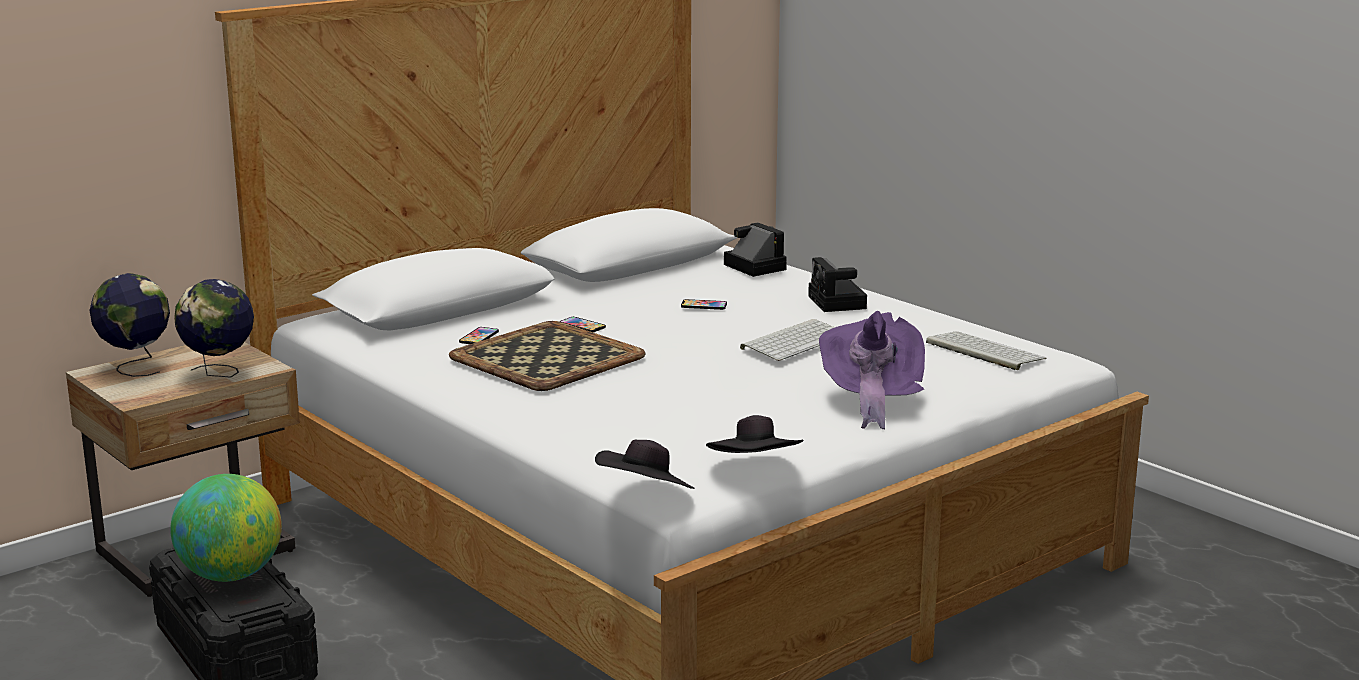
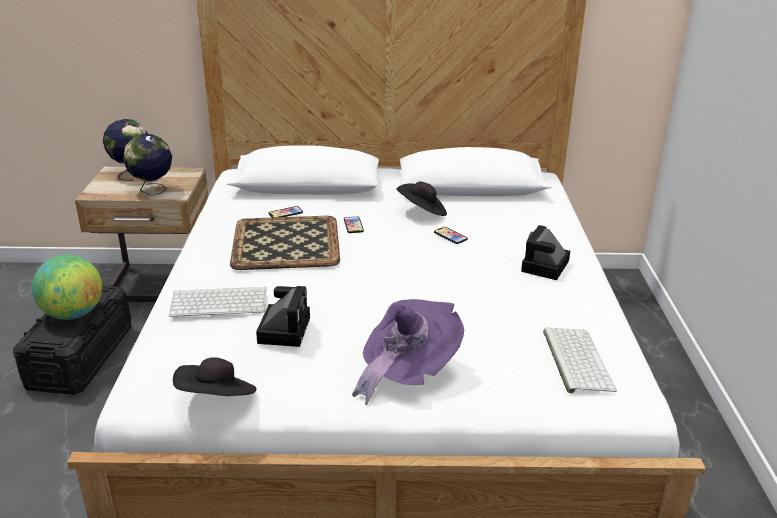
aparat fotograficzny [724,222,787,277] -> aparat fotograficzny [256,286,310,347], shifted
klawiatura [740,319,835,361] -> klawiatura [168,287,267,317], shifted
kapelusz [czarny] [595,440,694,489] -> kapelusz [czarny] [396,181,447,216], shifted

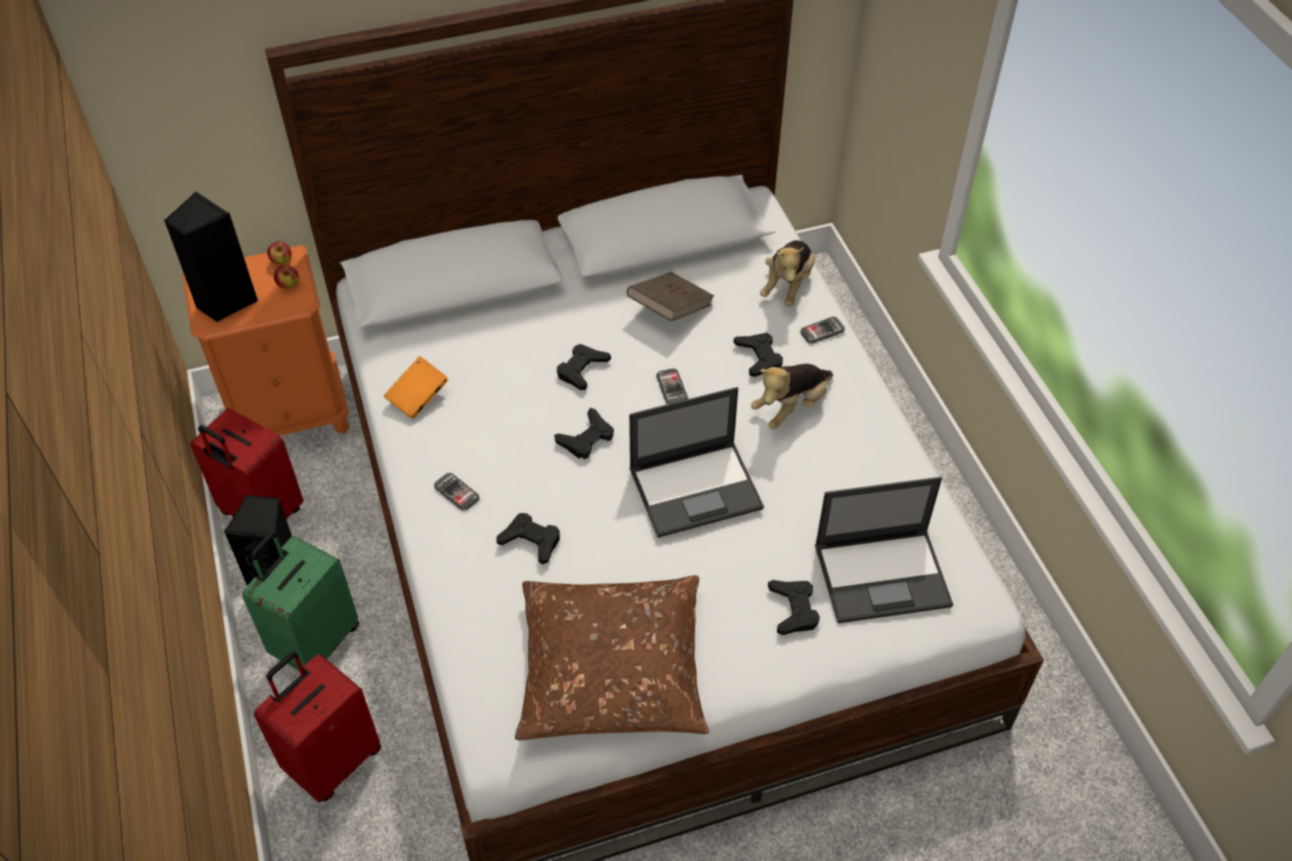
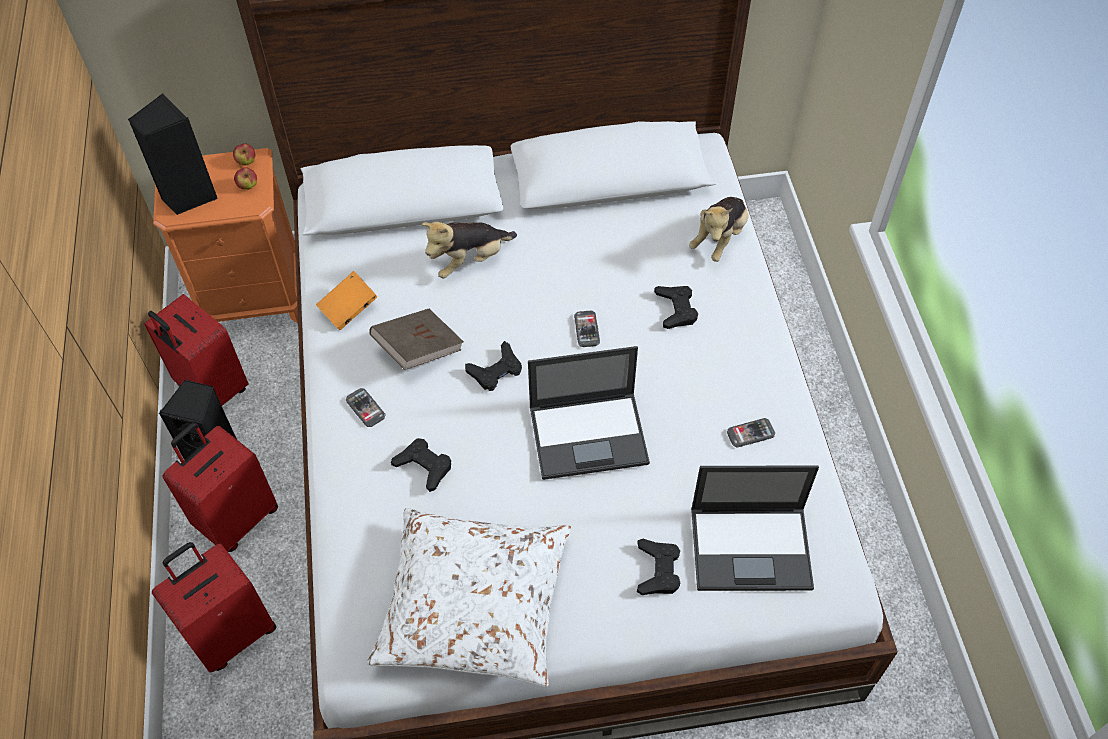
książka [brązowy] [627,272,714,321] -> książka [brązowy] [370,309,464,370], shifted
telefon [800,317,845,344] -> telefon [727,418,775,447], shifted
pad do gier [czarny] [557,344,611,390] -> none
pluszak [751,364,833,429] -> pluszak [422,222,517,278], shifted
walizka [zielony] [242,532,359,671] -> walizka [czerwony] [163,423,278,552]
poduszka [brązowy] [515,575,709,740] -> poduszka [biały] [367,508,571,687]

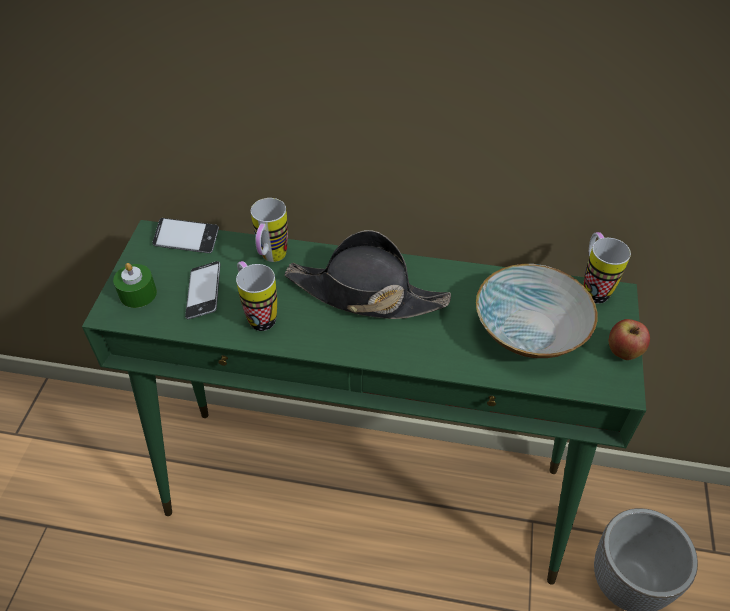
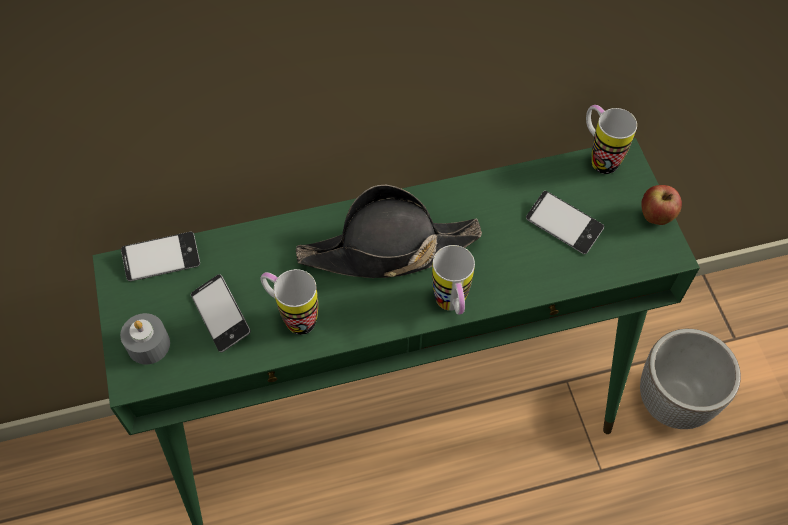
kubek [251,198,288,262] -> kubek [432,245,475,314], shifted
świeca [zielony] [113,263,157,308] -> świeca [szary] [120,313,170,364]
miska [476,264,597,358] -> telefon [526,191,604,254]

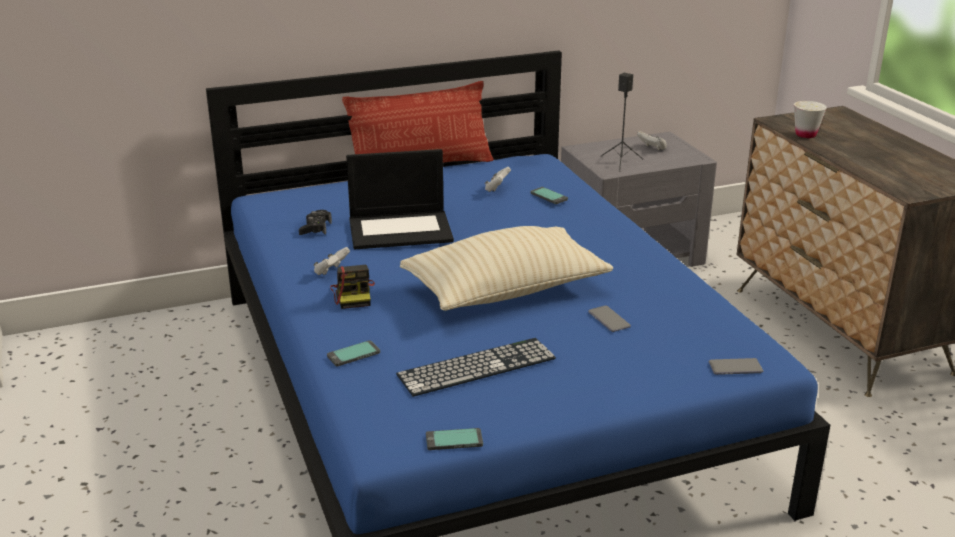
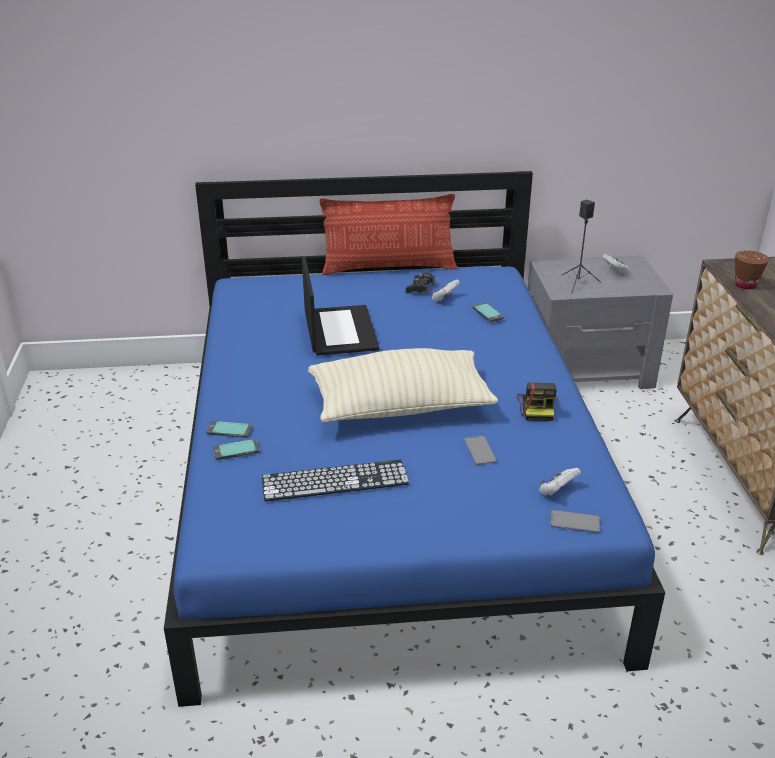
filiżanka [biały] [794,101,827,138] -> filiżanka [brązowy] [735,250,769,289]
laptop [346,149,454,249] -> laptop [302,256,379,356], 105 degrees counterclockwise
pad do gier [czarny] [299,210,332,235] -> pad do gier [czarny] [406,273,435,294], shifted
pad do gier [biały] [314,247,350,275] -> pad do gier [biały] [539,468,581,496], shifted
aparat fotograficzny [330,265,375,309] -> aparat fotograficzny [517,382,558,421], shifted
telefon [426,428,483,450] -> telefon [206,421,253,438], shifted

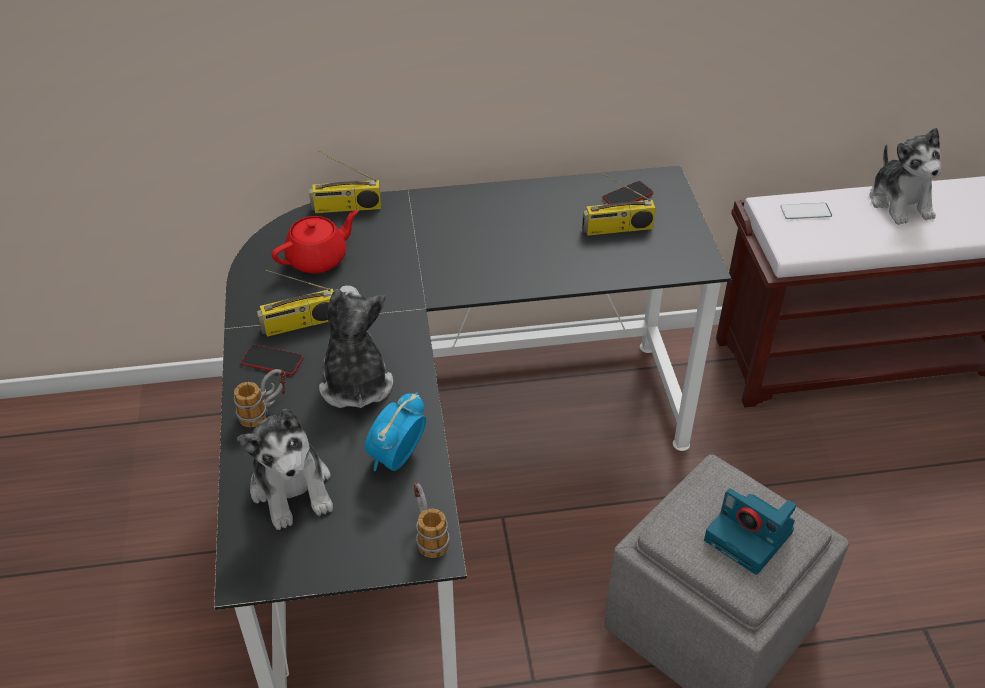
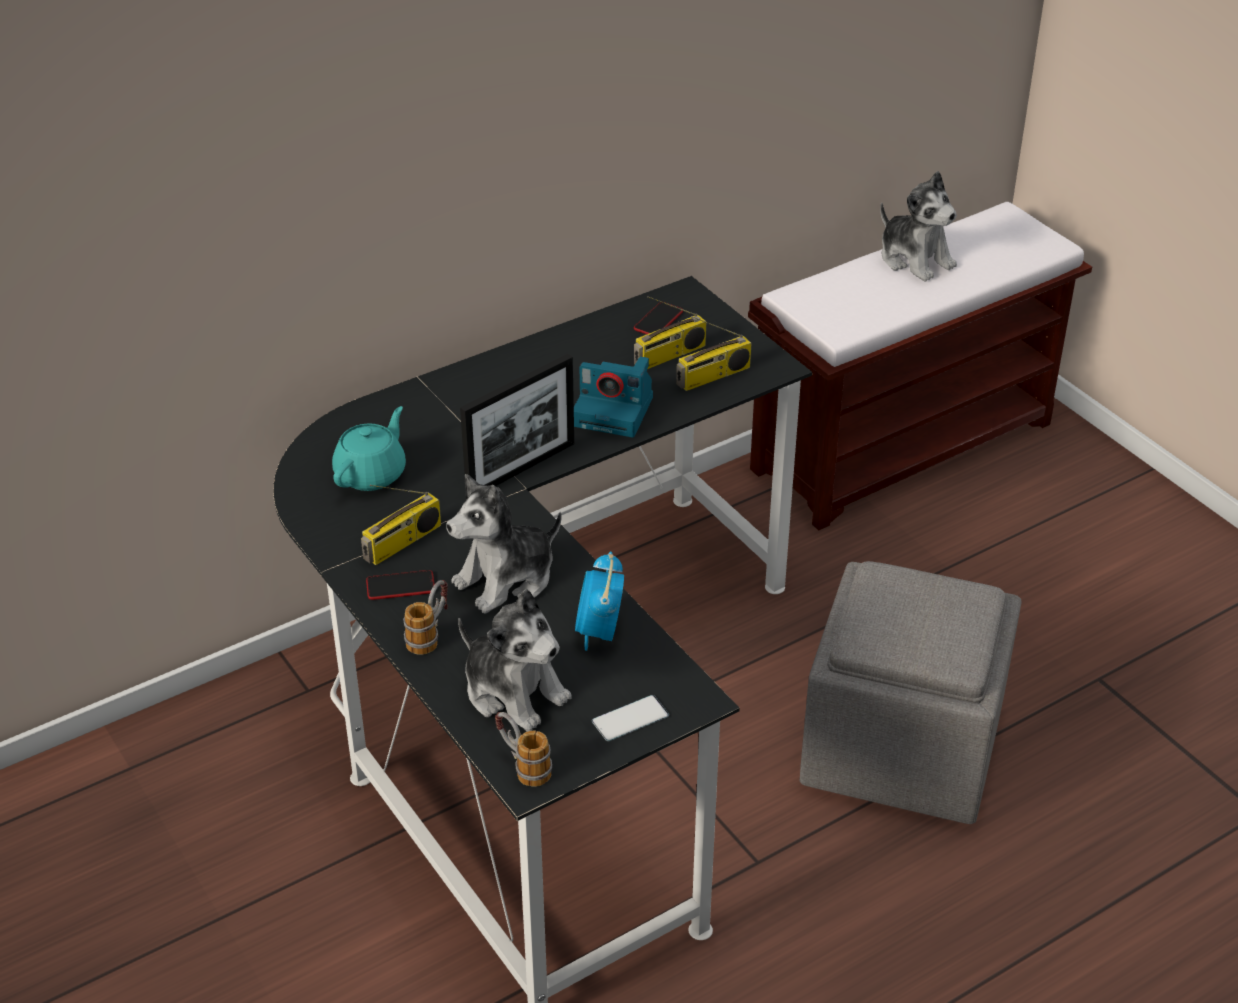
radio [309,151,381,213] -> radio [676,316,752,391], shifted
telefon [780,203,832,219] -> telefon [592,695,669,741], shifted
imbryk [czerwony] [272,210,359,273] -> imbryk [turkusowy] [332,406,406,491]
pluszak [319,285,393,408] -> pluszak [446,474,561,614], 90 degrees counterclockwise
kubek [413,482,449,558] -> kubek [495,712,552,787], shifted
aparat fotograficzny [704,489,796,575] -> aparat fotograficzny [574,357,653,437], shifted
none -> ramka na zdjęcie [460,354,574,486]

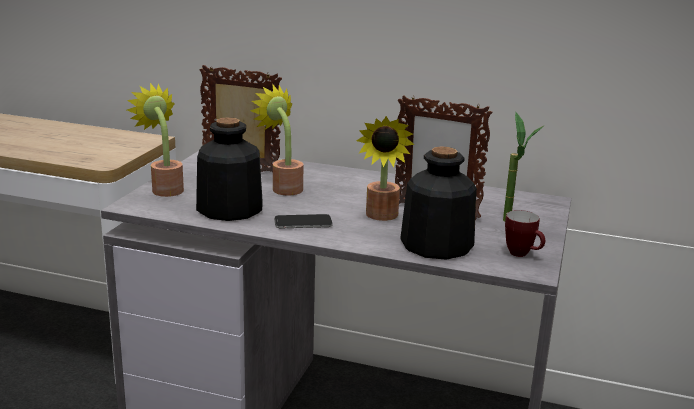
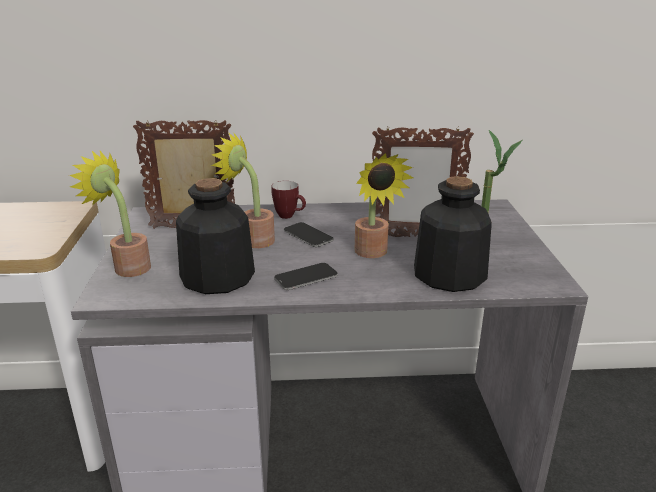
kubek [505,210,545,257] -> kubek [271,181,306,219], shifted
none -> telefon [284,222,334,247]

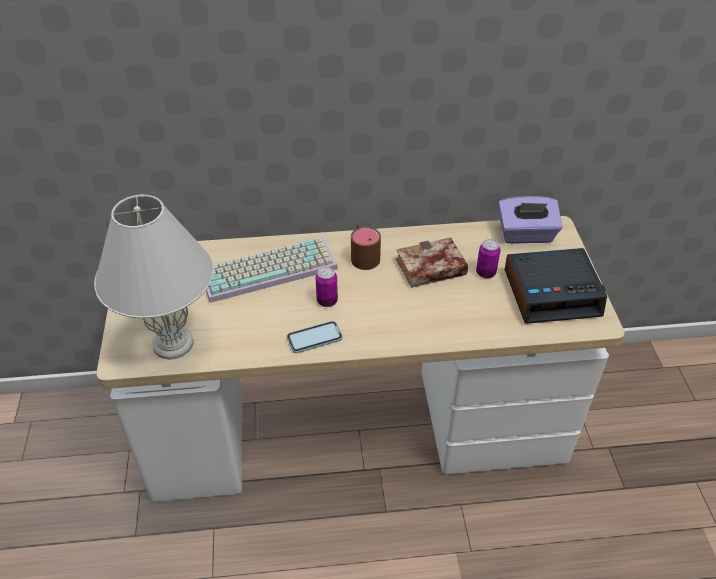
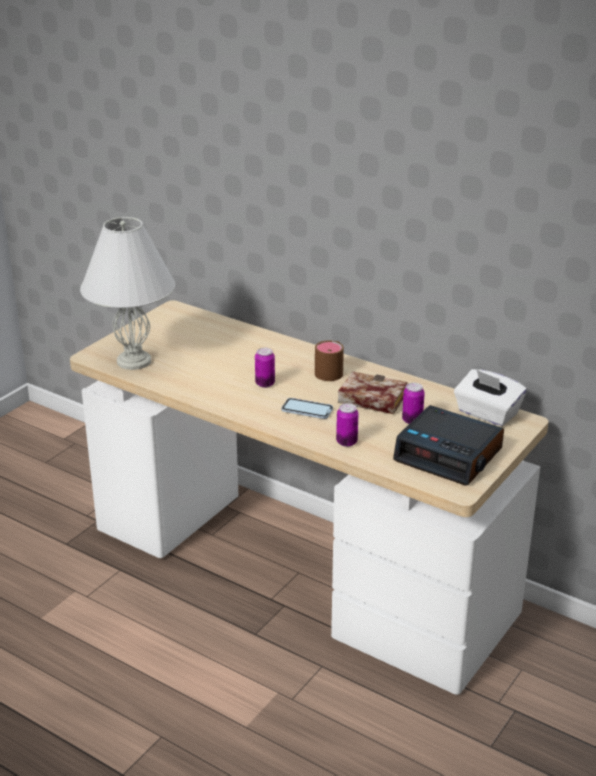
pudełko chusteczek [fioletowy] [498,196,562,244] -> pudełko chusteczek [biały] [454,369,527,426]
klawiatura [206,237,338,303] -> none
telefon [287,321,343,353] -> telefon [281,398,333,419], shifted
none -> puszka [336,403,358,447]

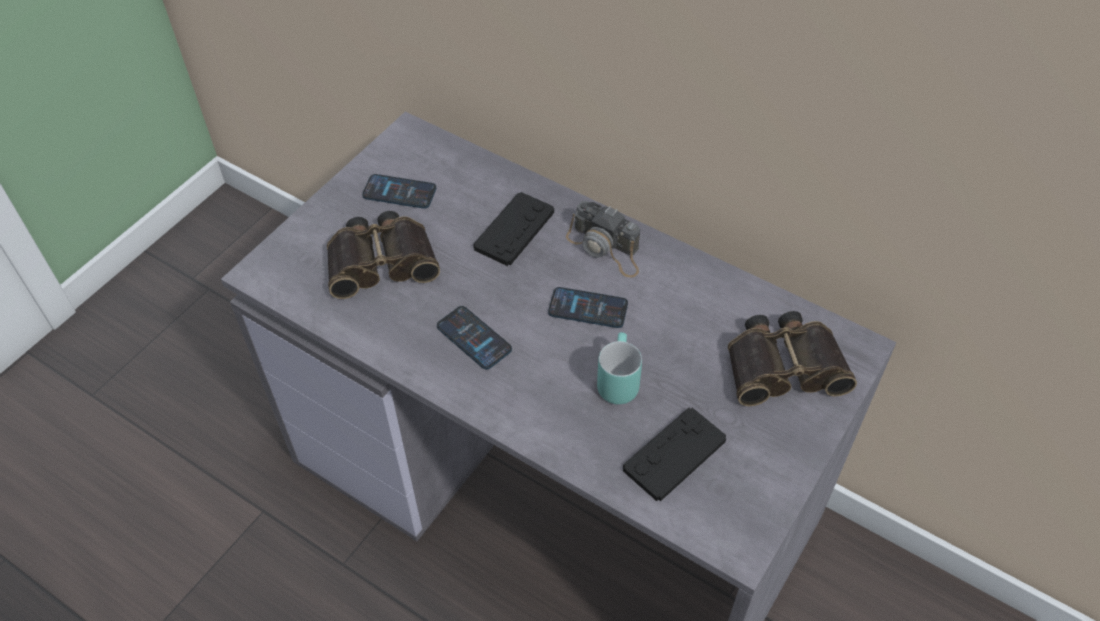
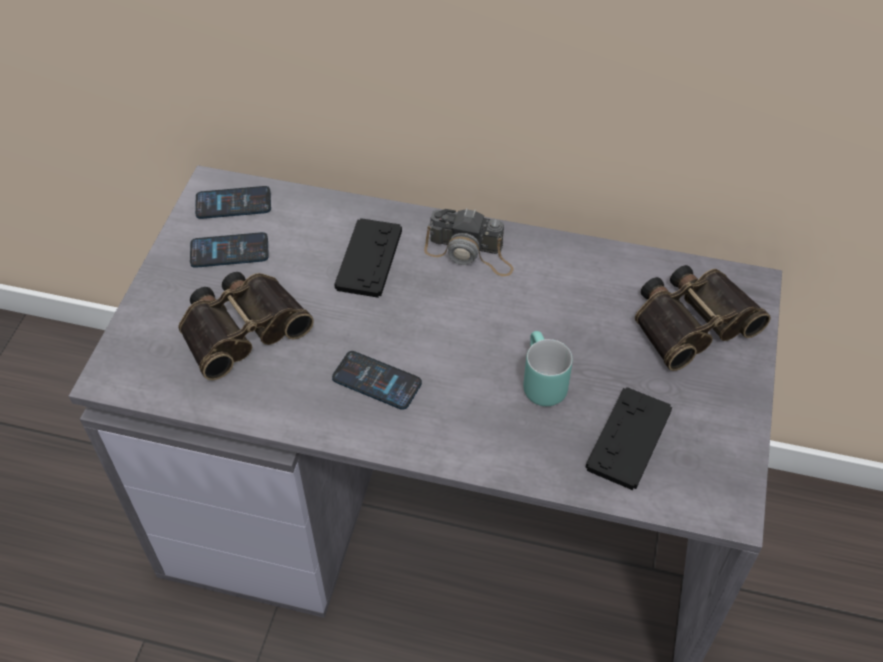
telefon [548,287,628,328] -> telefon [195,186,271,219], shifted

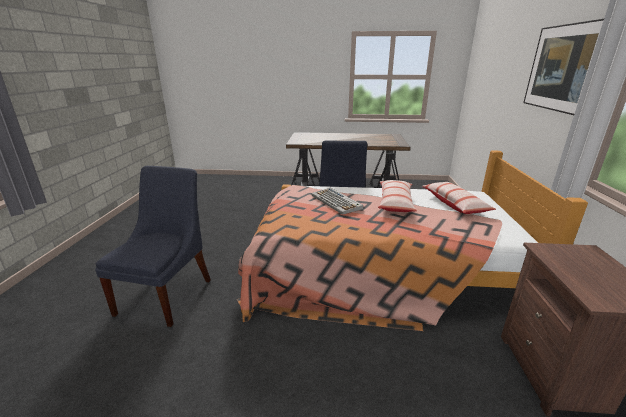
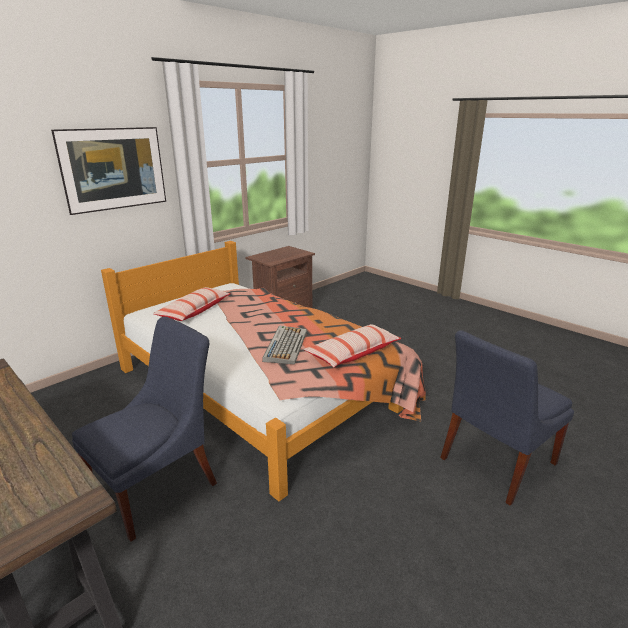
poduszka [378,180,417,212] -> poduszka [304,324,401,368], shifted

